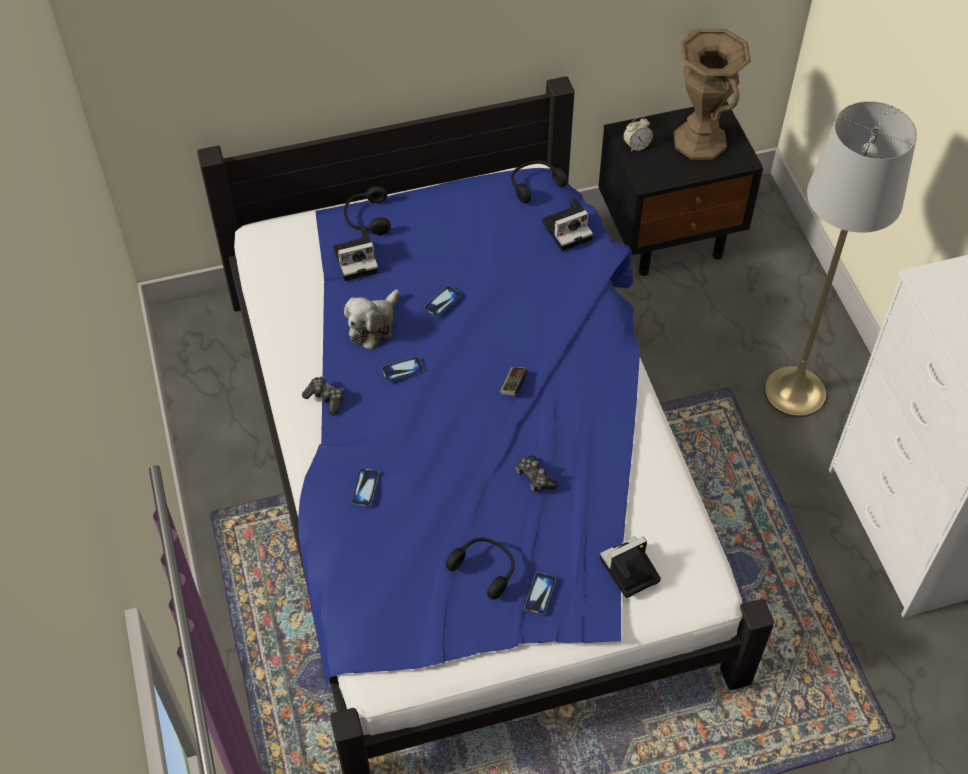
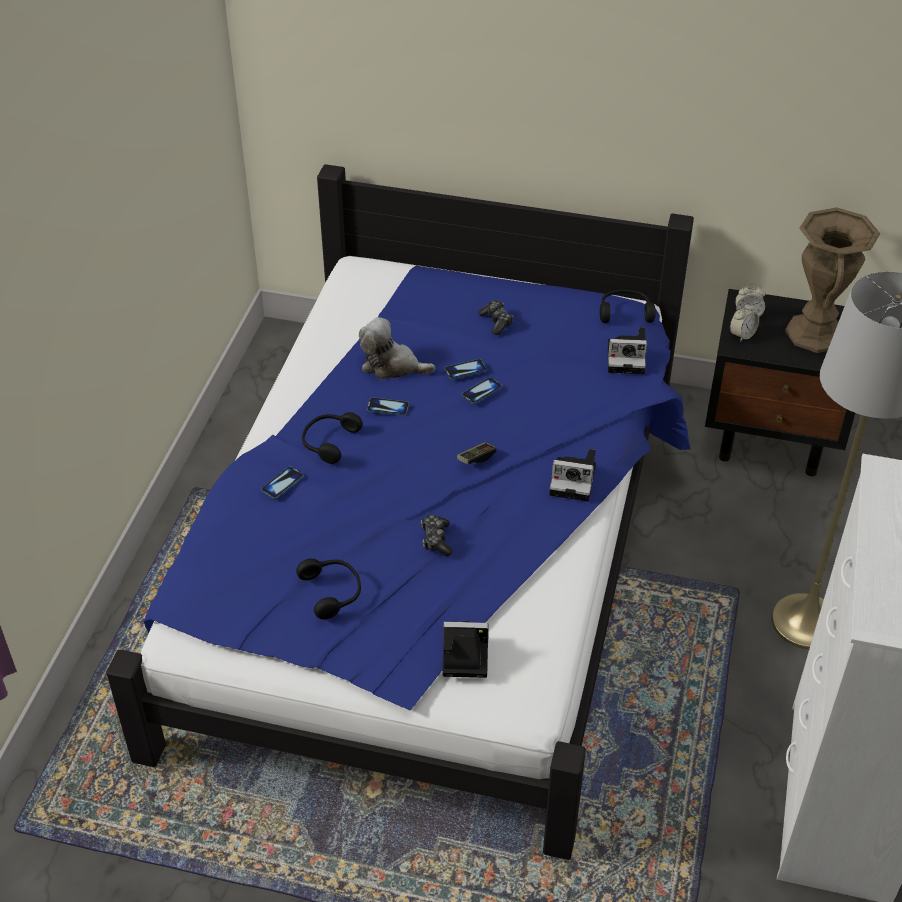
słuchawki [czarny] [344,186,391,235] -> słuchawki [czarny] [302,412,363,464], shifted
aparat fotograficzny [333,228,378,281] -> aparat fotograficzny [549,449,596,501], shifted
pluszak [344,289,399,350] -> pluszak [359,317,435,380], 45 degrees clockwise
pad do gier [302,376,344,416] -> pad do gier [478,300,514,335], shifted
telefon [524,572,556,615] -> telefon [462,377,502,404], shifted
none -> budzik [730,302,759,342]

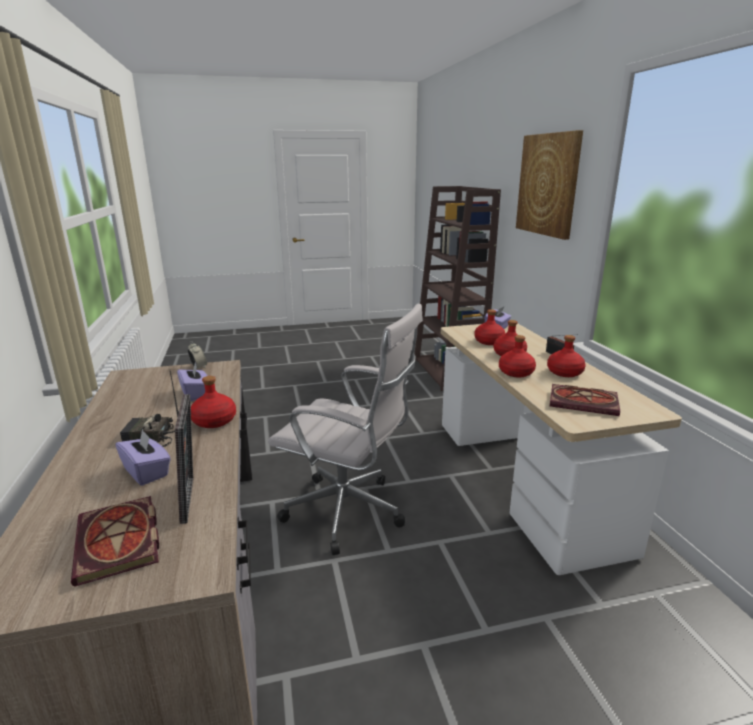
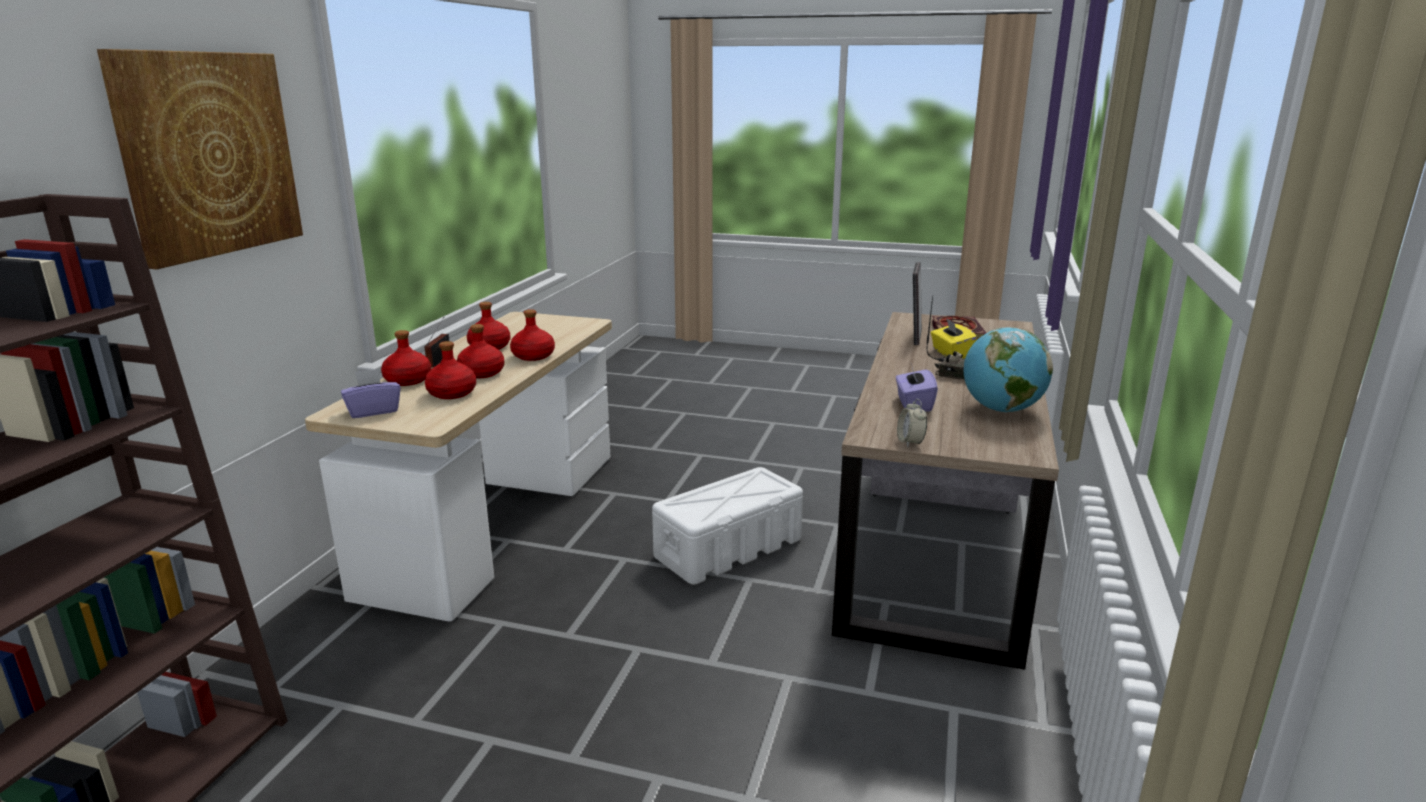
krzesło biurowe [biały] [268,303,423,555] -> pojemnik do przechowywania [biały] [652,467,803,585]
butelka [czerwony] [191,376,236,428] -> butelka [czerwony] [381,330,432,386], shifted
książka [550,384,620,416] -> none
pudełko chusteczek [fioletowy] [115,429,171,486] -> pudełko chusteczek [żółty] [931,319,977,358]
none -> globus [963,327,1053,412]

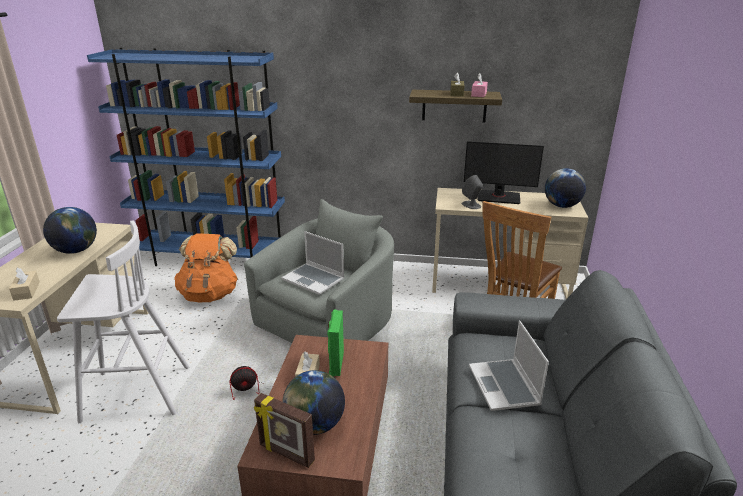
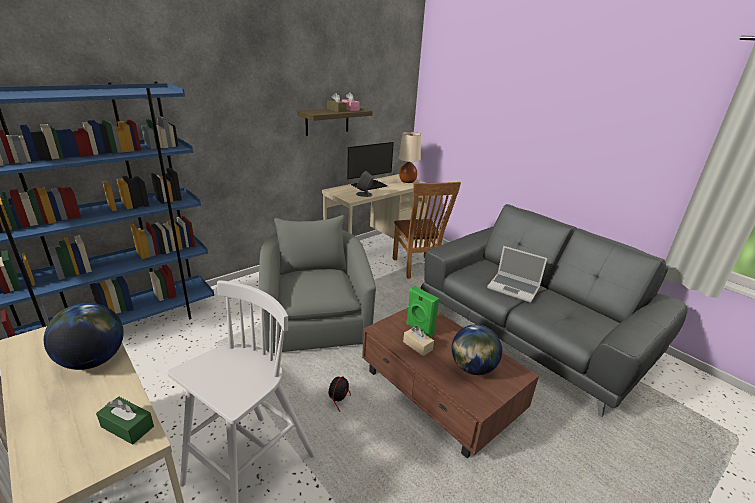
globus [545,168,586,208] -> lampa stołowa [beżowy] [399,132,421,183]
laptop [282,231,344,295] -> none
plecak [pomarańczowy] [174,233,238,302] -> none
pudełko chusteczek [beżowy] [9,267,40,301] -> pudełko chusteczek [zielony] [96,397,154,445]
ramka na zdjęcie [254,393,315,468] -> none

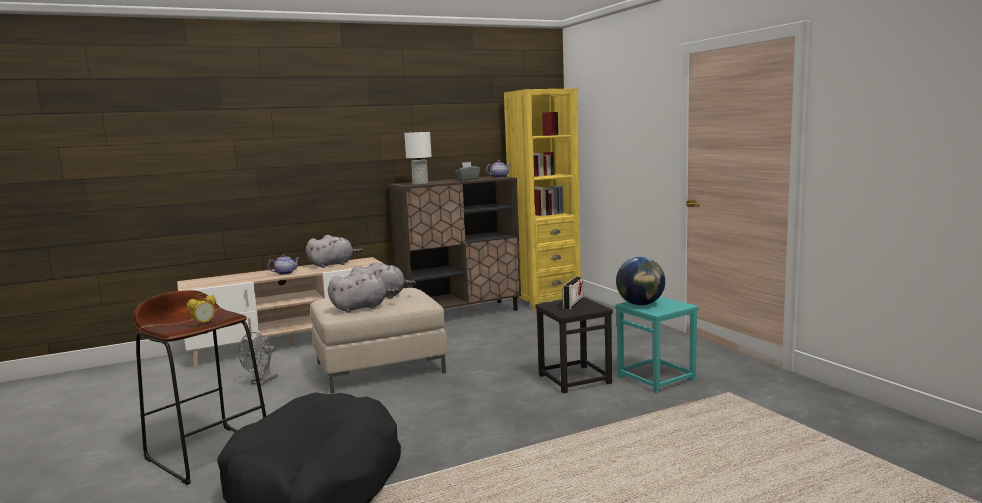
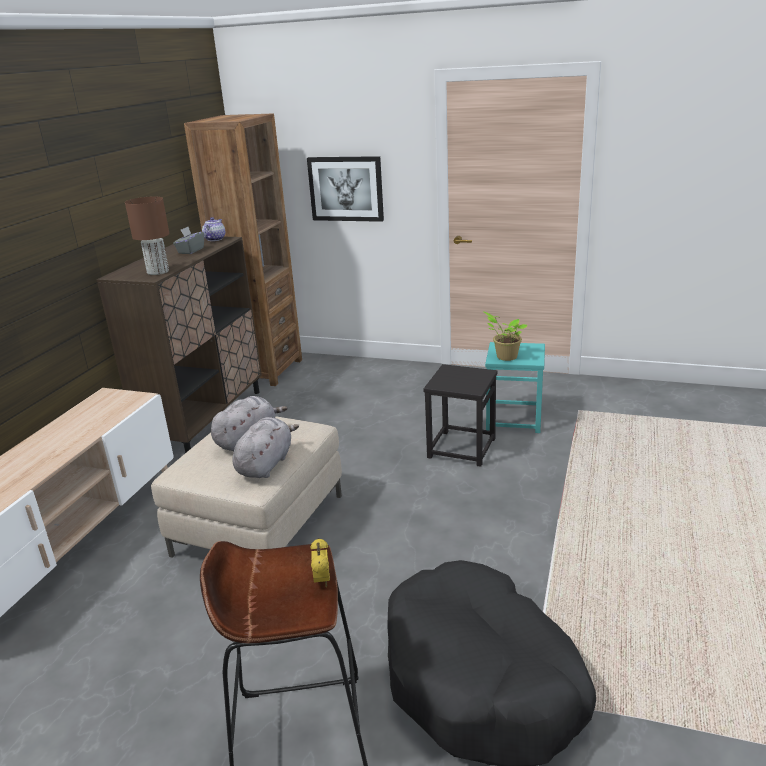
regał [żółty] [504,88,581,310] -> regał [brązowy] [184,113,302,386]
lampa stołowa [biały] [404,132,432,185] -> lampa stołowa [brązowy] [125,197,170,275]
pluszak [szary] [306,235,363,268] -> none
imbryk [268,254,300,275] -> none
globus [616,257,665,305] -> roślina doniczkowa [483,311,527,361]
radio [562,277,583,310] -> none
wentylator [szary] [238,332,278,385] -> none
none -> obraz [307,156,384,222]

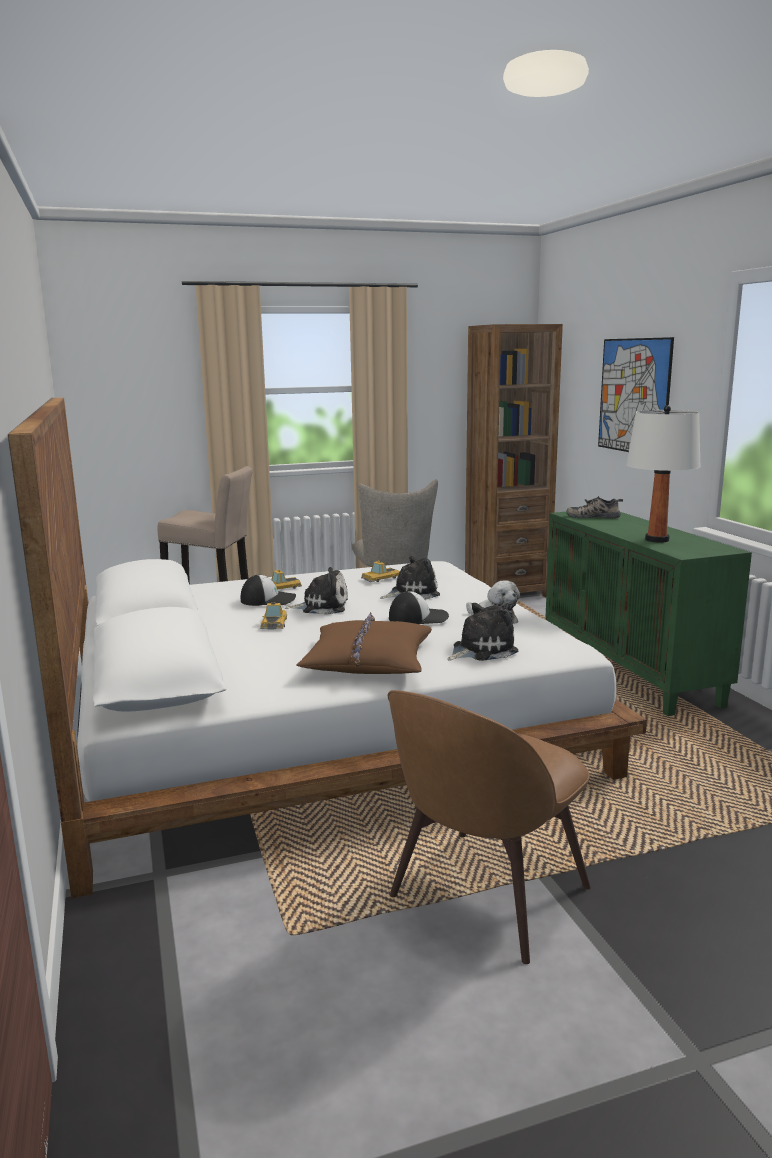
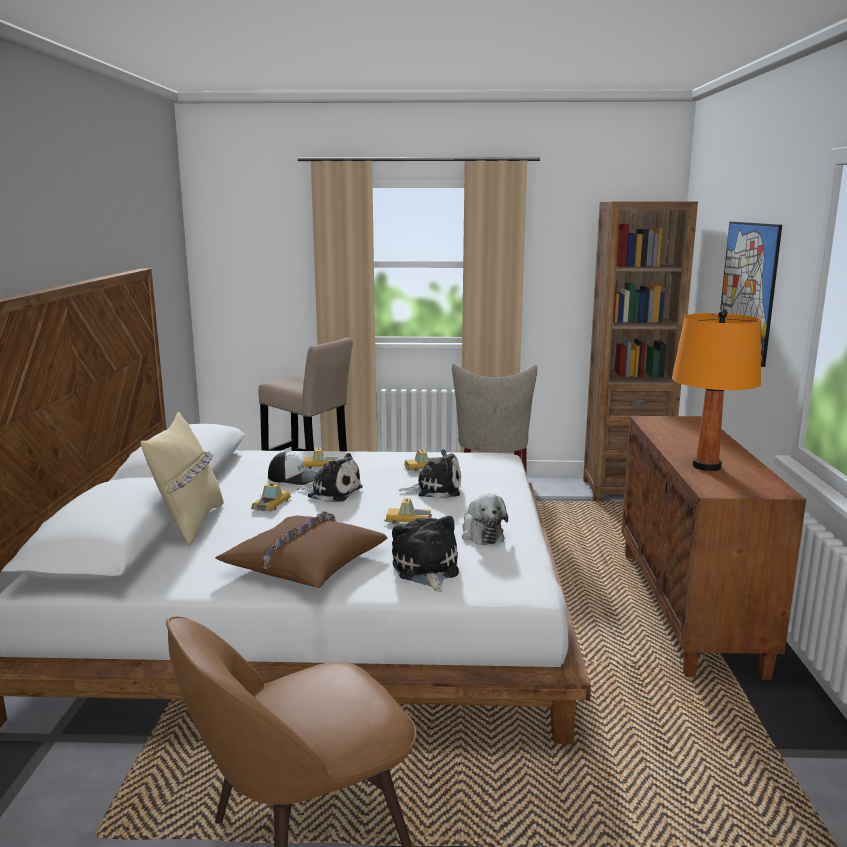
lampa stołowa [biały] [626,405,701,543] -> lampa stołowa [pomarańczowy] [672,310,761,471]
but [567,496,623,519] -> none
szafka [zielony] [545,512,752,716] -> szafka [brązowy] [621,416,806,680]
czapka z daszkiem [389,591,449,624] -> samochodzik [384,498,432,524]
pluszak [447,603,518,661] -> pluszak [392,515,459,592], 90 degrees counterclockwise
none -> poduszka [beżowy] [141,412,224,547]

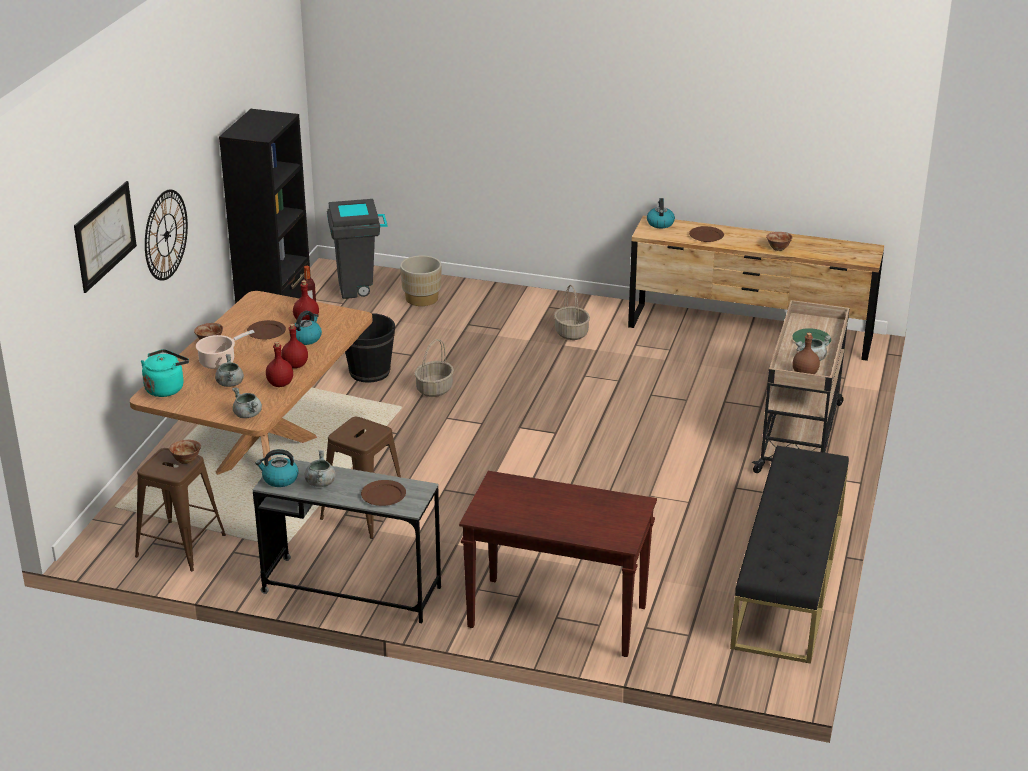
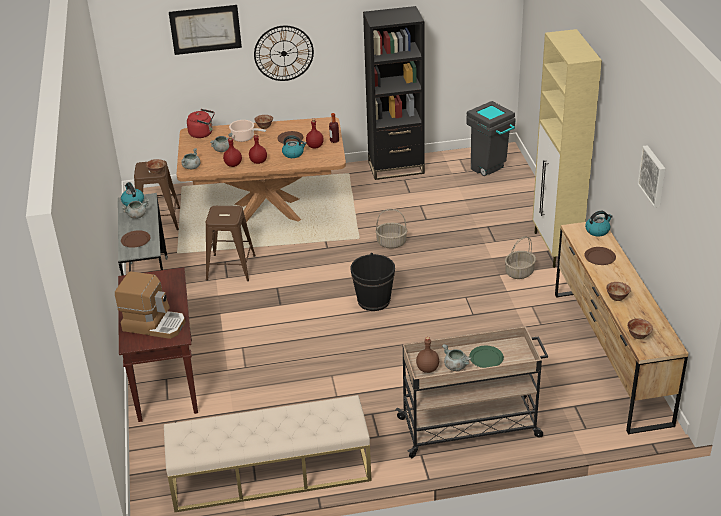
donica [beżowy] [400,255,441,306] -> none
wiadro [czarny] [345,313,395,383] -> wiadro [czarny] [351,253,395,311], shifted
czajnik [turkusowy] [141,349,189,397] -> czajnik [czerwony] [187,109,215,138]
ławka [czarny] [730,446,849,664] -> ławka [beżowy] [164,395,371,512]
none -> szafka [beżowy] [532,29,602,268]
none -> obraz [637,145,665,208]
none -> ekspres do kawy [115,272,185,339]
none -> miska [627,318,653,339]

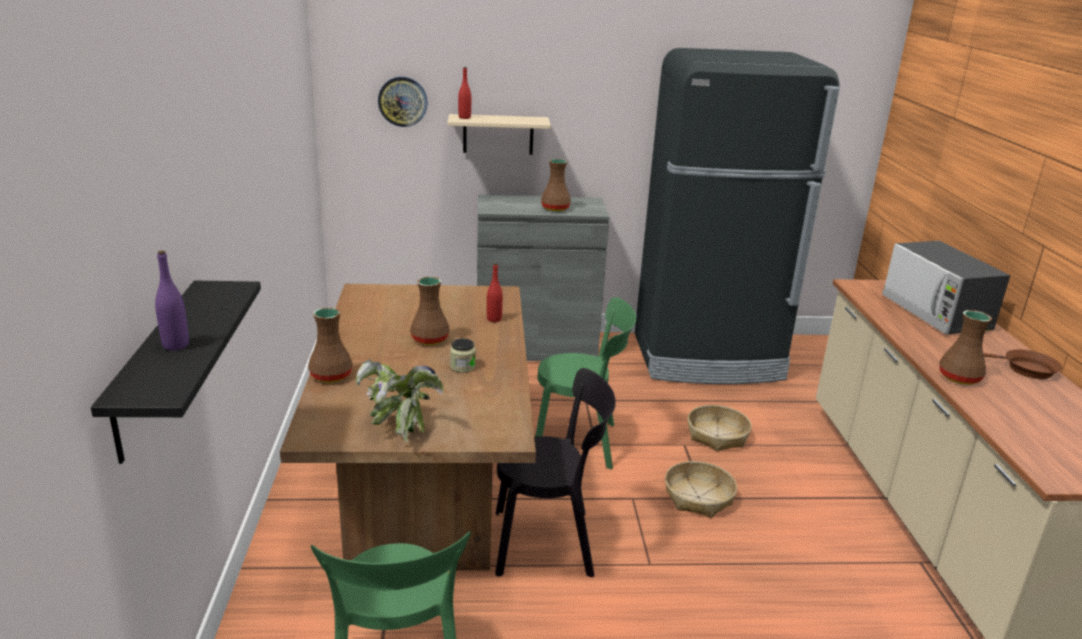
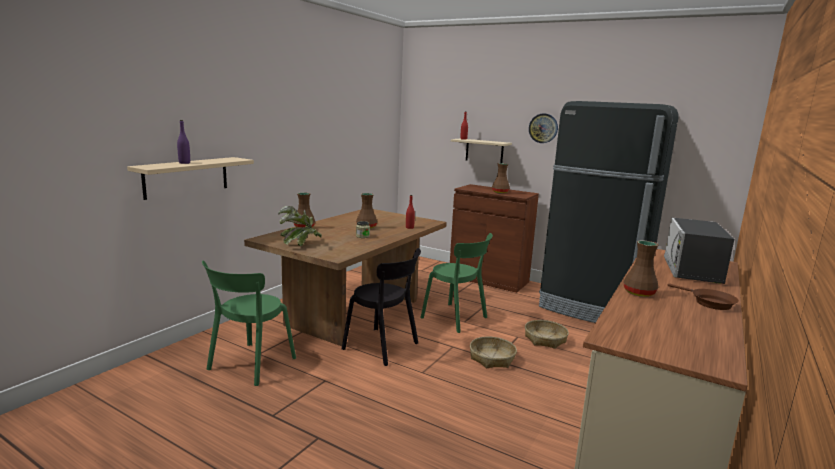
zegar ścienny [378,77,428,127] -> zegar ścienny [529,113,558,143], shifted
szafka [szary] [477,194,609,361] -> szafka [brązowy] [450,184,539,293]
półka [czarny] [91,280,261,464] -> półka [beżowy] [127,157,254,200]

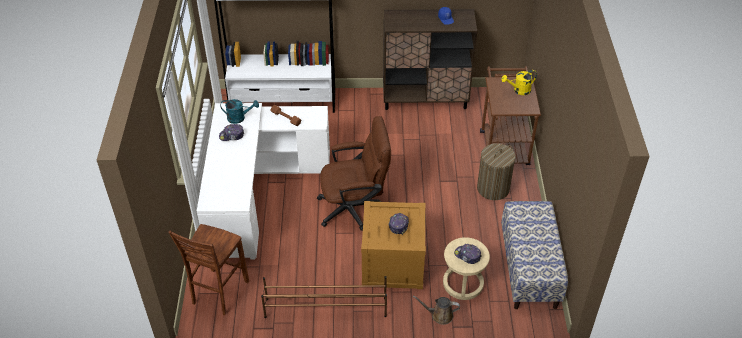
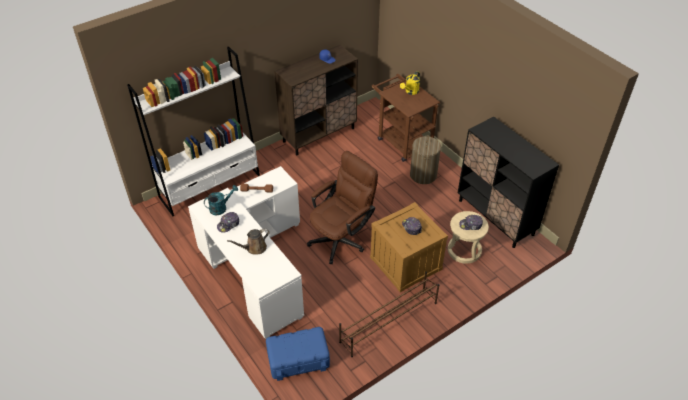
ławka [501,201,568,309] -> szafka [czarny] [458,116,559,248]
stołek [brązowy] [168,224,249,315] -> pojemnik do przechowywania [niebieski] [266,327,330,381]
konewka [brązowy] [413,296,460,325] -> konewka [brązowy] [227,229,270,254], shifted

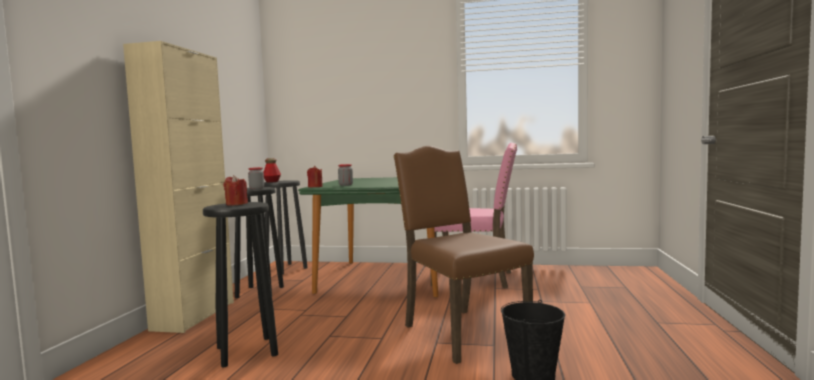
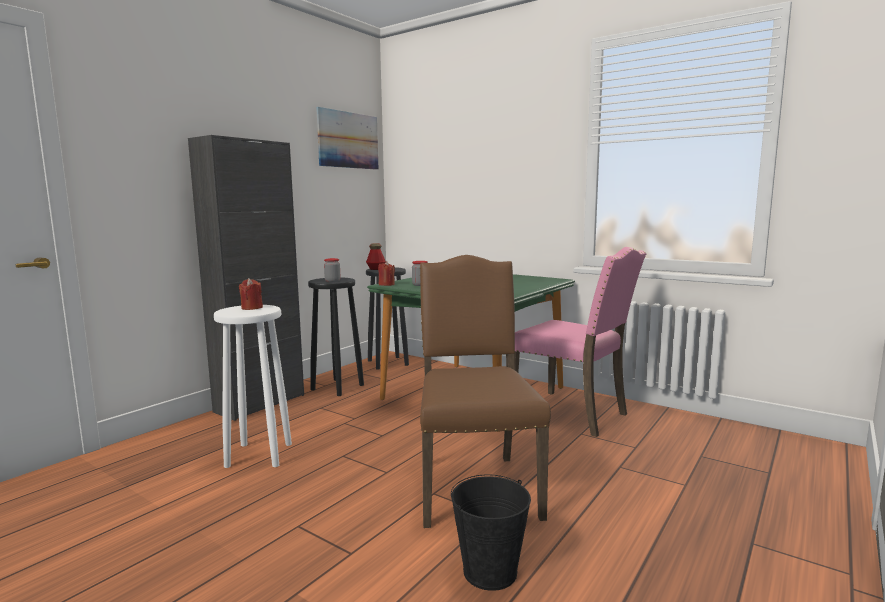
szafka [beżowy] [123,41,234,333] -> szafka [czarny] [188,135,304,421]
stołek [czarny] [203,202,278,367] -> stołek [biały] [214,305,292,468]
none -> obraz [316,107,378,170]

